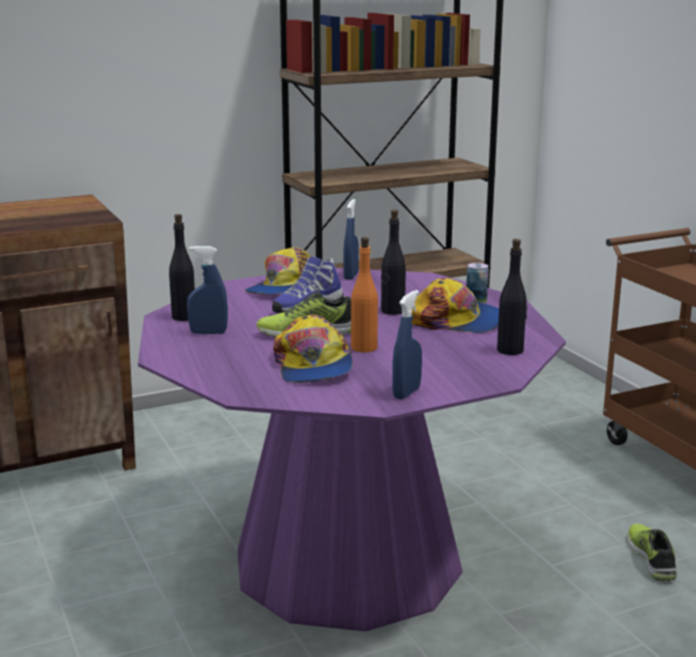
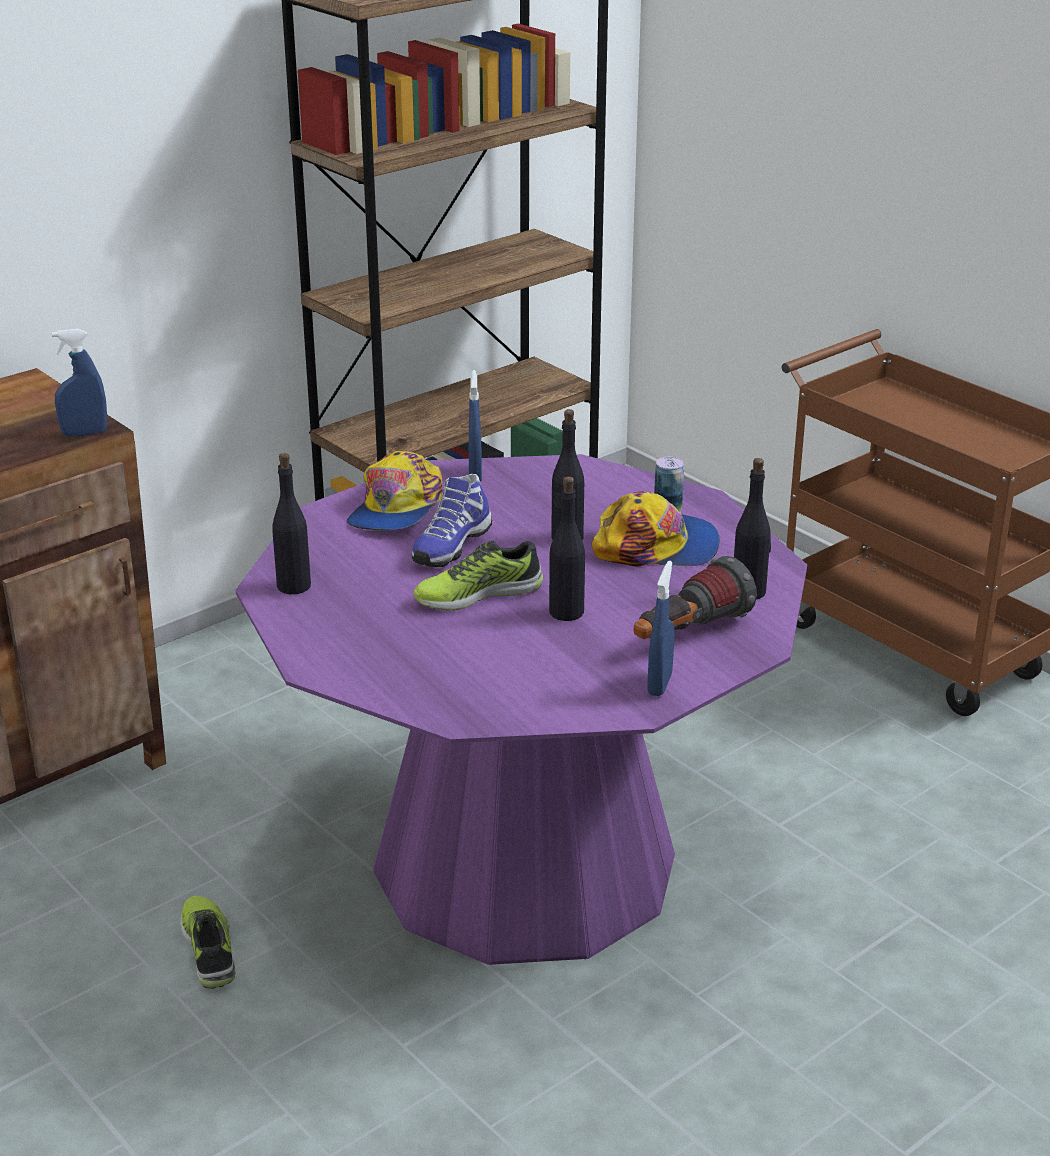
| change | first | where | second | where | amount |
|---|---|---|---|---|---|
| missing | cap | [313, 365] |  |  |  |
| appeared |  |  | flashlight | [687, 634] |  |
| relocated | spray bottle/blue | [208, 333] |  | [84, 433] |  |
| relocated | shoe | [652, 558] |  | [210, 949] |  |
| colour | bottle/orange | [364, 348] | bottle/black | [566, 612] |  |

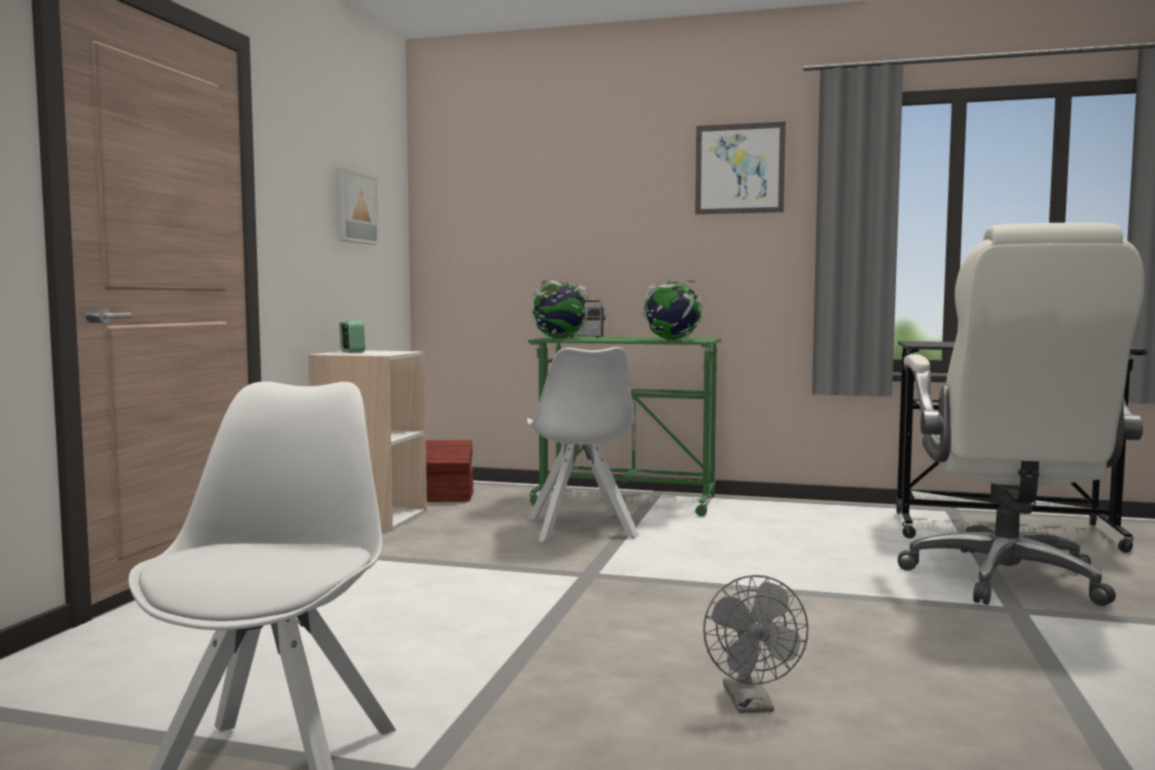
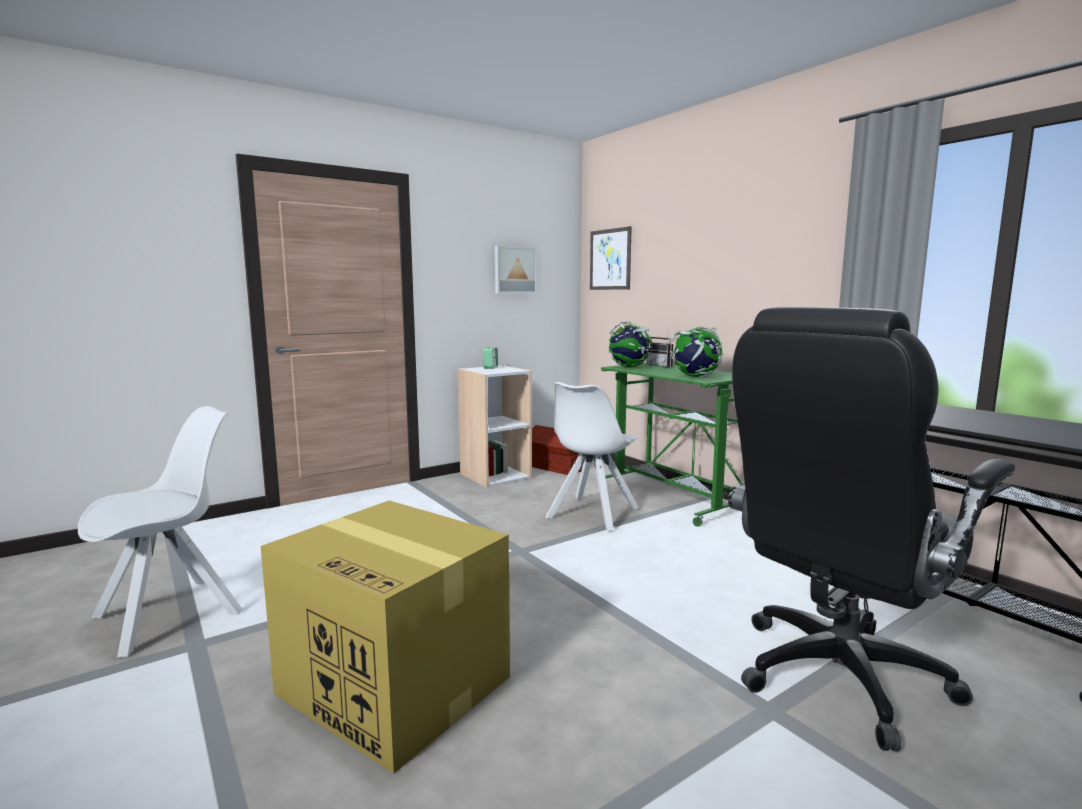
| change | first | where | second | where | amount |
|---|---|---|---|---|---|
| relocated | picture | [739, 169] |  | [610, 259] |  |
| exchanged | fan/grey | [751, 704] | cardboard box | [397, 685] |  |
| colour | office chair/white | [1005, 579] | office chair/black | [837, 677] |  |

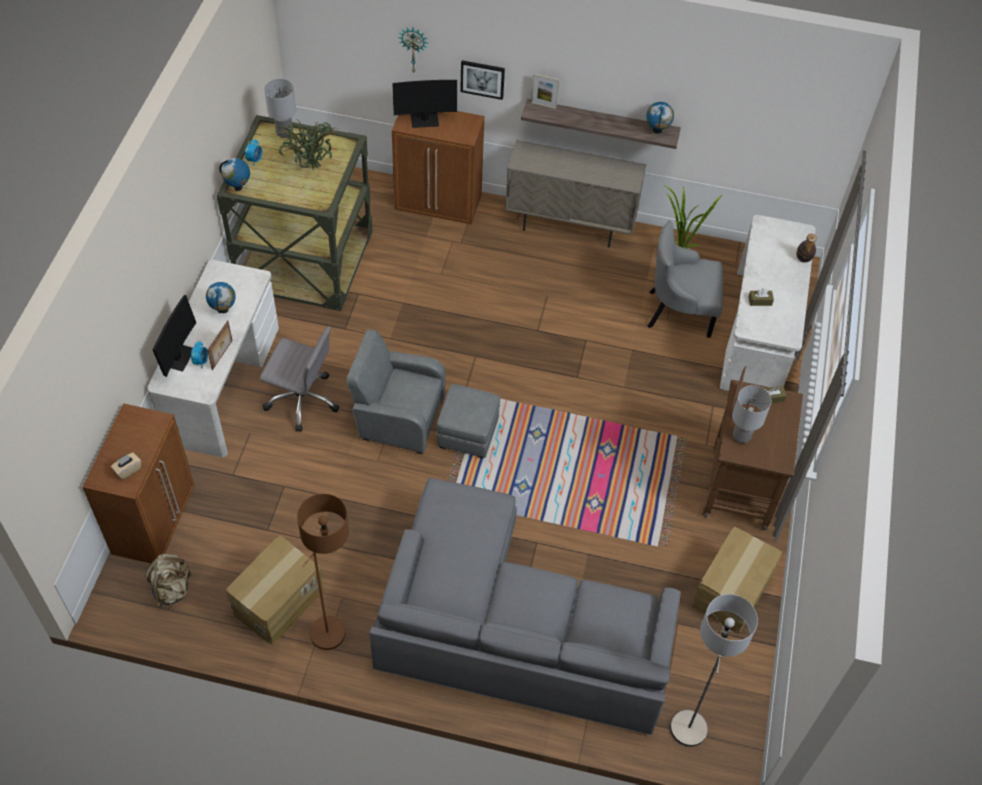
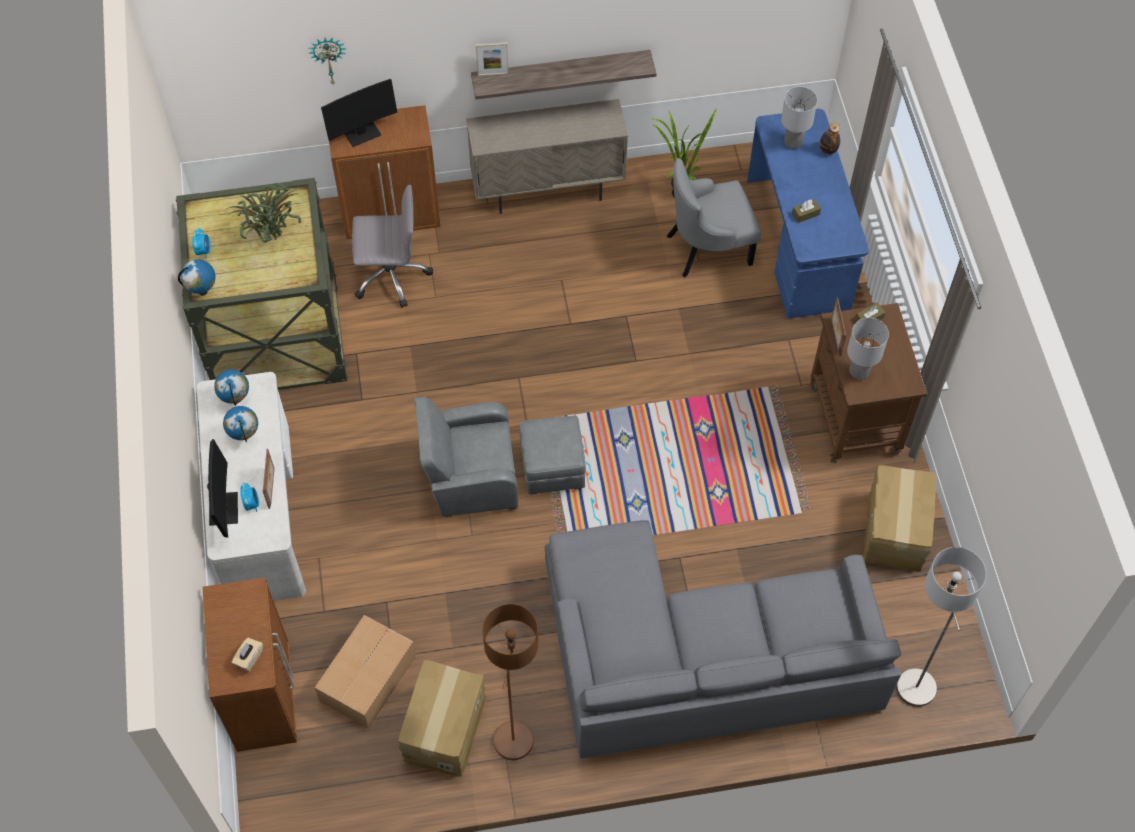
| change | first | where | second | where | amount |
|---|---|---|---|---|---|
| missing | backpack/beige | [172, 589] |  |  |  |
| missing | picture | [482, 79] |  |  |  |
| appeared |  |  | cardboard box | [366, 679] |  |
| relocated | office chair/grey | [302, 400] |  | [391, 275] |  |
| relocated | table lamp/grey | [284, 133] |  | [792, 143] |  |
| relocated | globe | [657, 131] |  | [236, 399] |  |
| colour | desk/white | [758, 334] | desk/blue | [799, 242] |  |

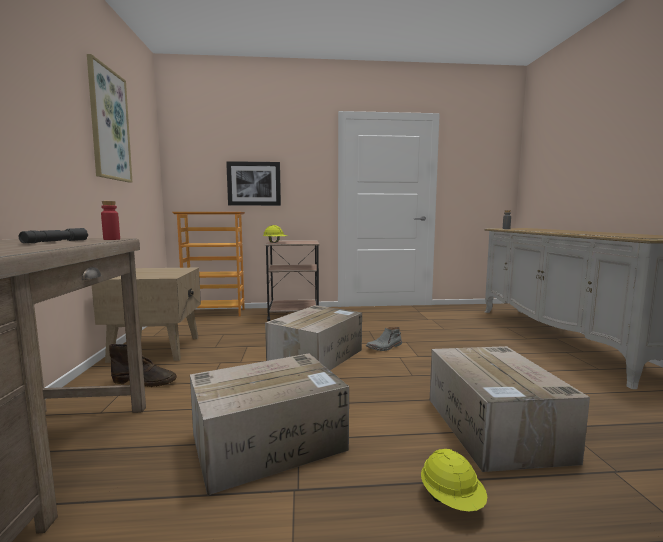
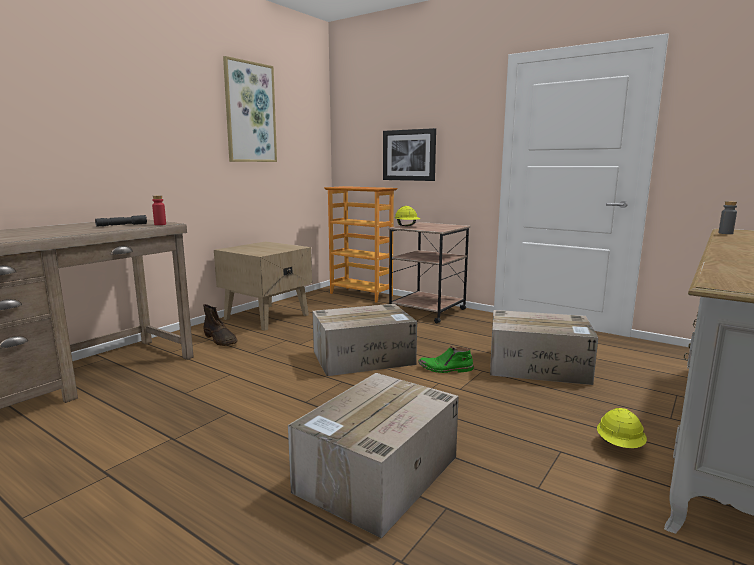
| change | first | where | second | where | amount |
|---|---|---|---|---|---|
| relocated | cardboard box | [270, 441] |  | [539, 366] |  |
| relocated | hard hat/yellow | [452, 500] |  | [620, 446] |  |
| colour | boot/grey | [384, 347] | boot/green | [445, 369] |  |

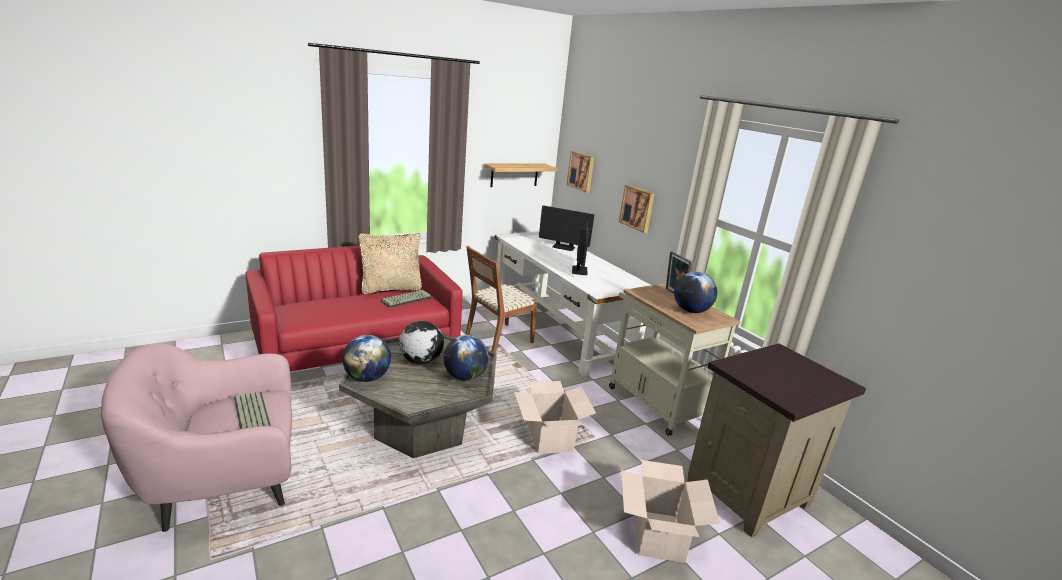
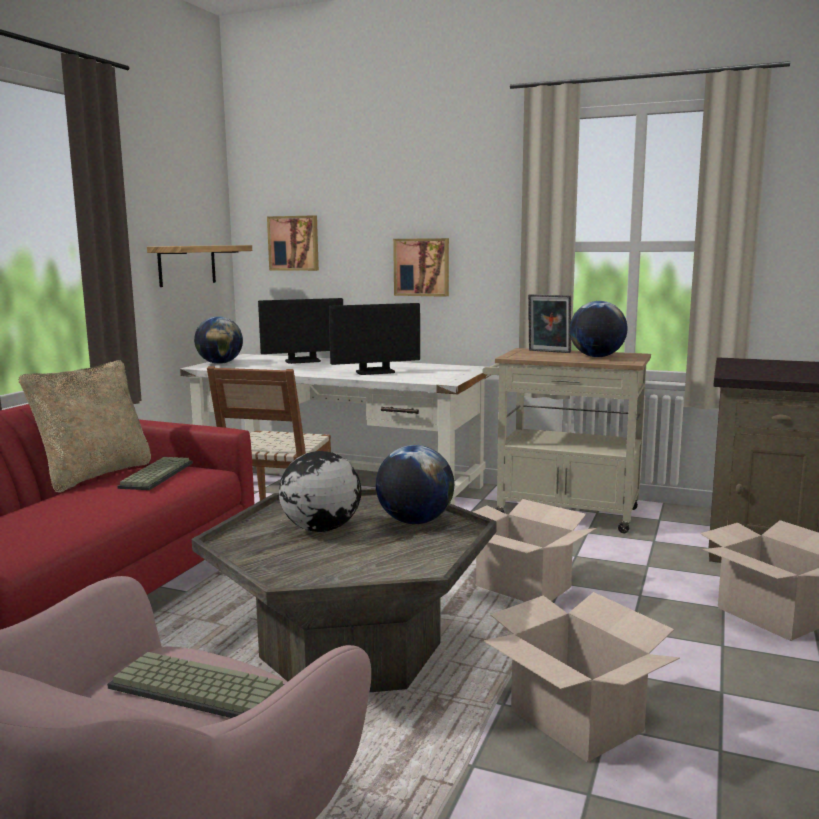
| change | first | where | second | where | amount |
|---|---|---|---|---|---|
| appeared |  |  | cardboard box | [577, 720] |  |
| relocated | globe | [367, 378] |  | [220, 363] |  |
| spun | monitor | [579, 270] |  | [375, 372] | 105 degrees clockwise |

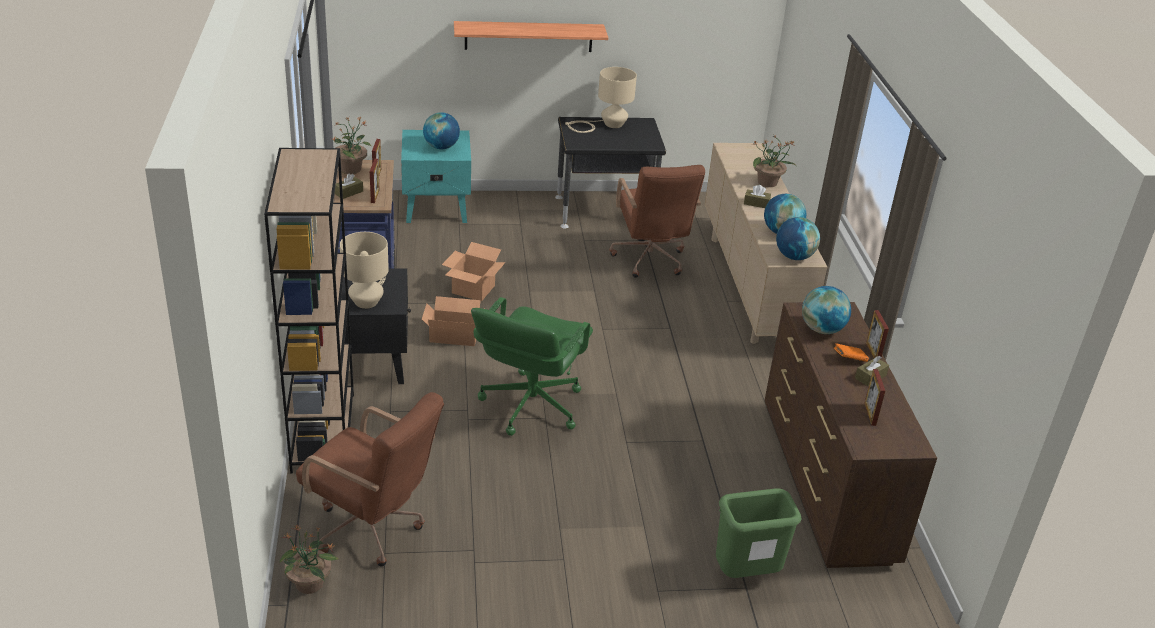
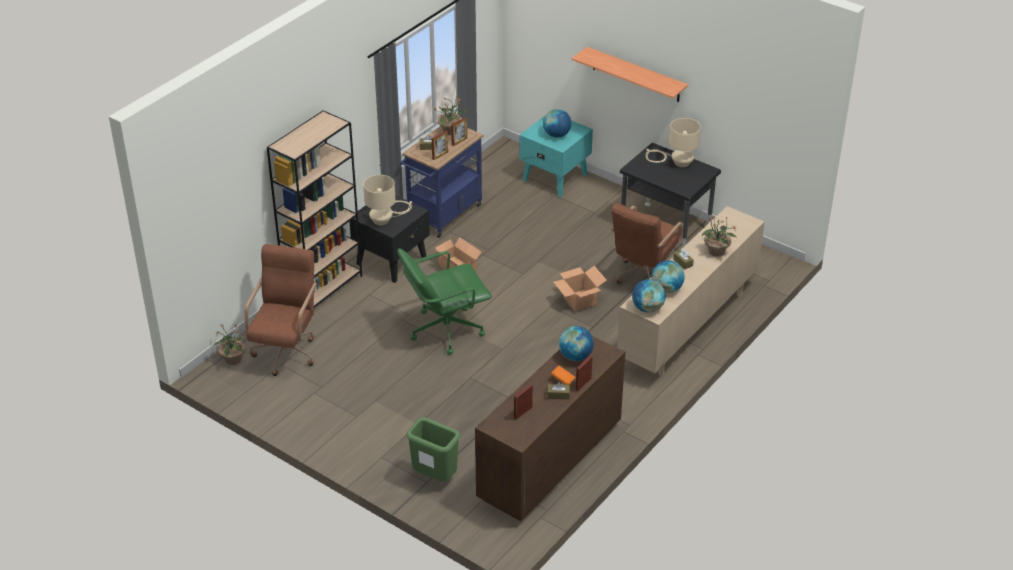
| change | first | where | second | where | amount |
|---|---|---|---|---|---|
| relocated | cardboard box | [474, 289] |  | [580, 300] |  |
| spun | office chair/brown | [372, 532] |  | [286, 352] | 150 degrees counterclockwise |

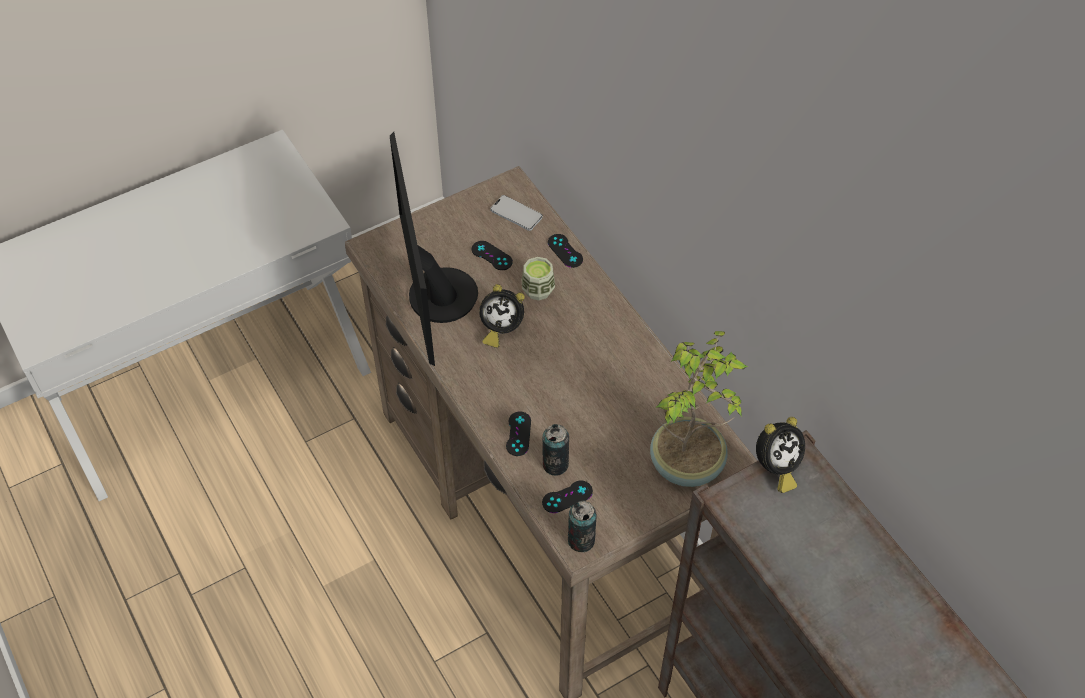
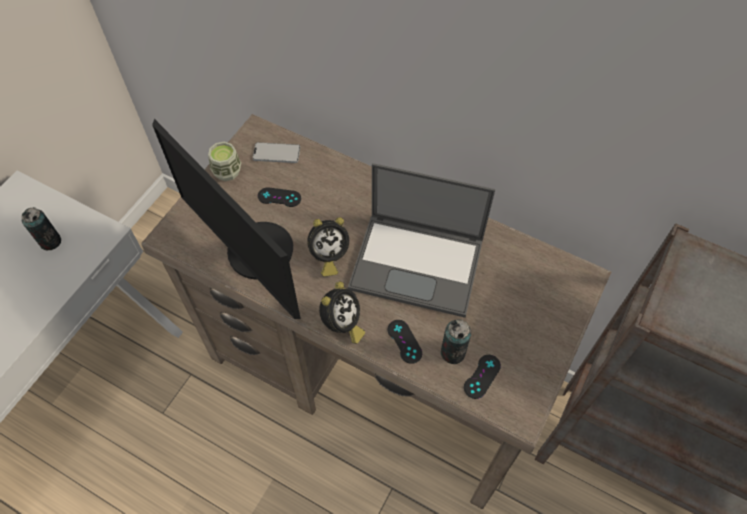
| change | first | where | second | where | amount |
|---|---|---|---|---|---|
| missing | game controller/black | [565, 251] |  |  |  |
| missing | potted plant | [688, 464] |  |  |  |
| appeared |  |  | laptop | [418, 263] |  |
| relocated | cup | [538, 290] |  | [227, 171] |  |
| relocated | can | [581, 540] |  | [50, 241] |  |
| relocated | alarm clock | [775, 468] |  | [342, 325] |  |

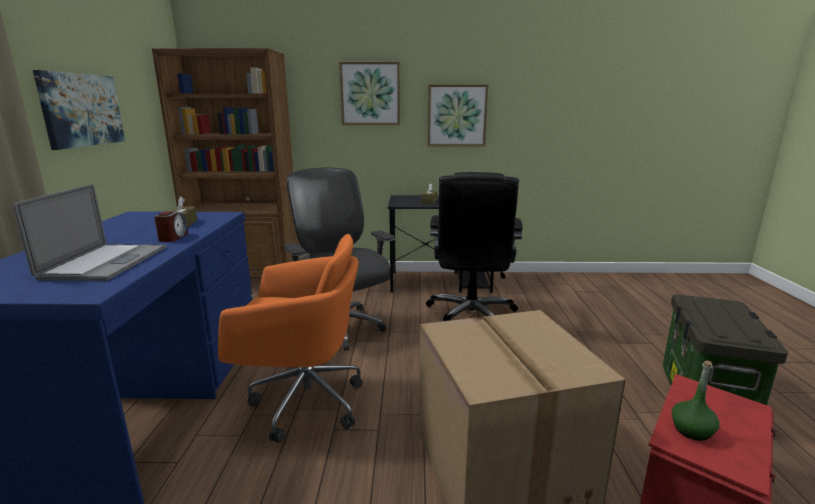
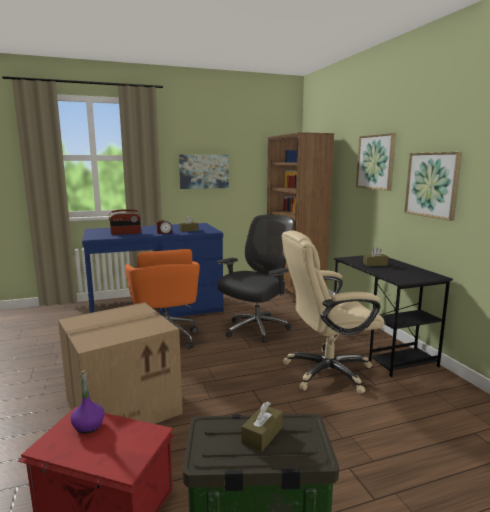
| change | first | where | second | where | amount |
|---|---|---|---|---|---|
| appeared |  |  | tissue box/brown | [262, 435] |  |
| exchanged | laptop | [105, 262] | radio | [126, 233] |  |
| colour | office chair/black | [471, 314] | office chair/beige | [328, 372] |  |
| colour | bottle/green | [692, 430] | bottle/purple | [88, 426] |  |

